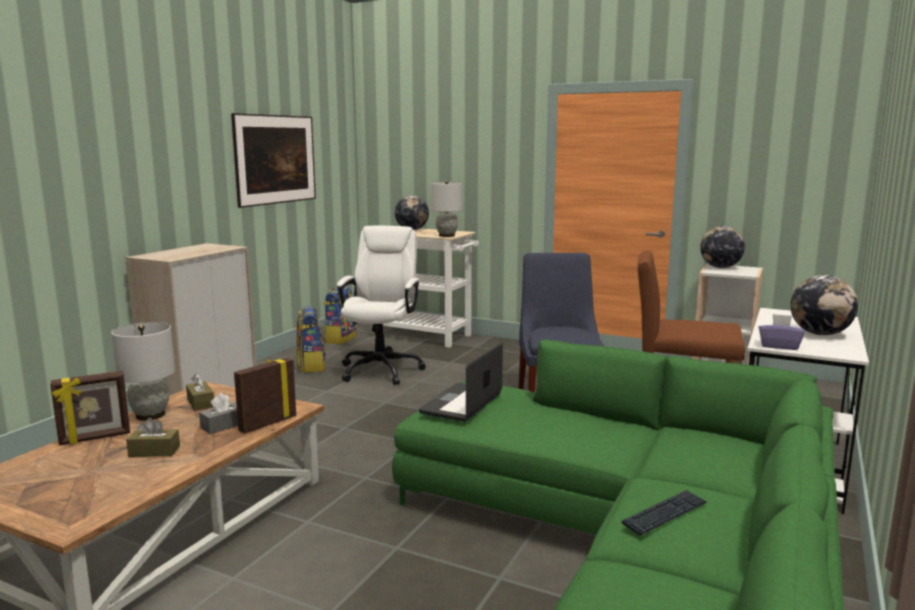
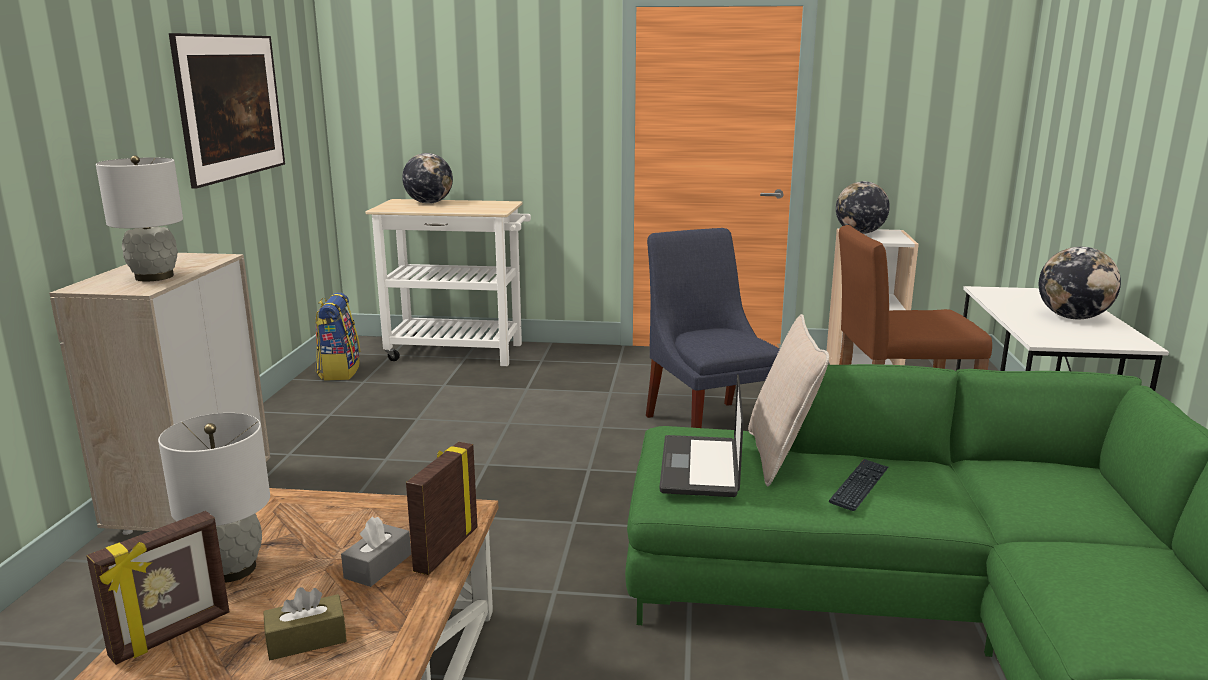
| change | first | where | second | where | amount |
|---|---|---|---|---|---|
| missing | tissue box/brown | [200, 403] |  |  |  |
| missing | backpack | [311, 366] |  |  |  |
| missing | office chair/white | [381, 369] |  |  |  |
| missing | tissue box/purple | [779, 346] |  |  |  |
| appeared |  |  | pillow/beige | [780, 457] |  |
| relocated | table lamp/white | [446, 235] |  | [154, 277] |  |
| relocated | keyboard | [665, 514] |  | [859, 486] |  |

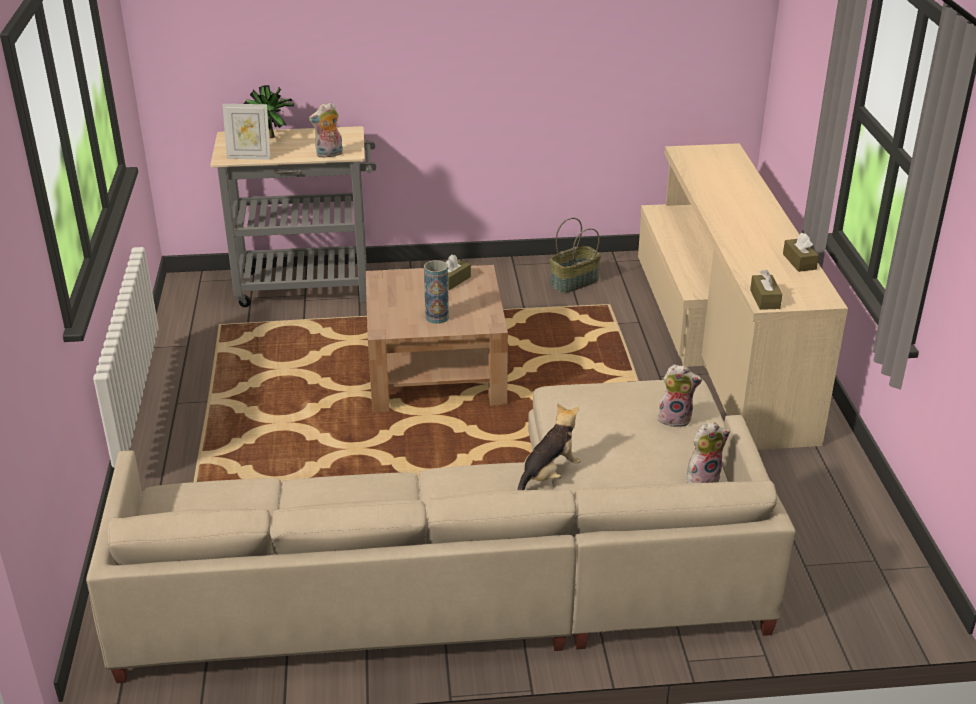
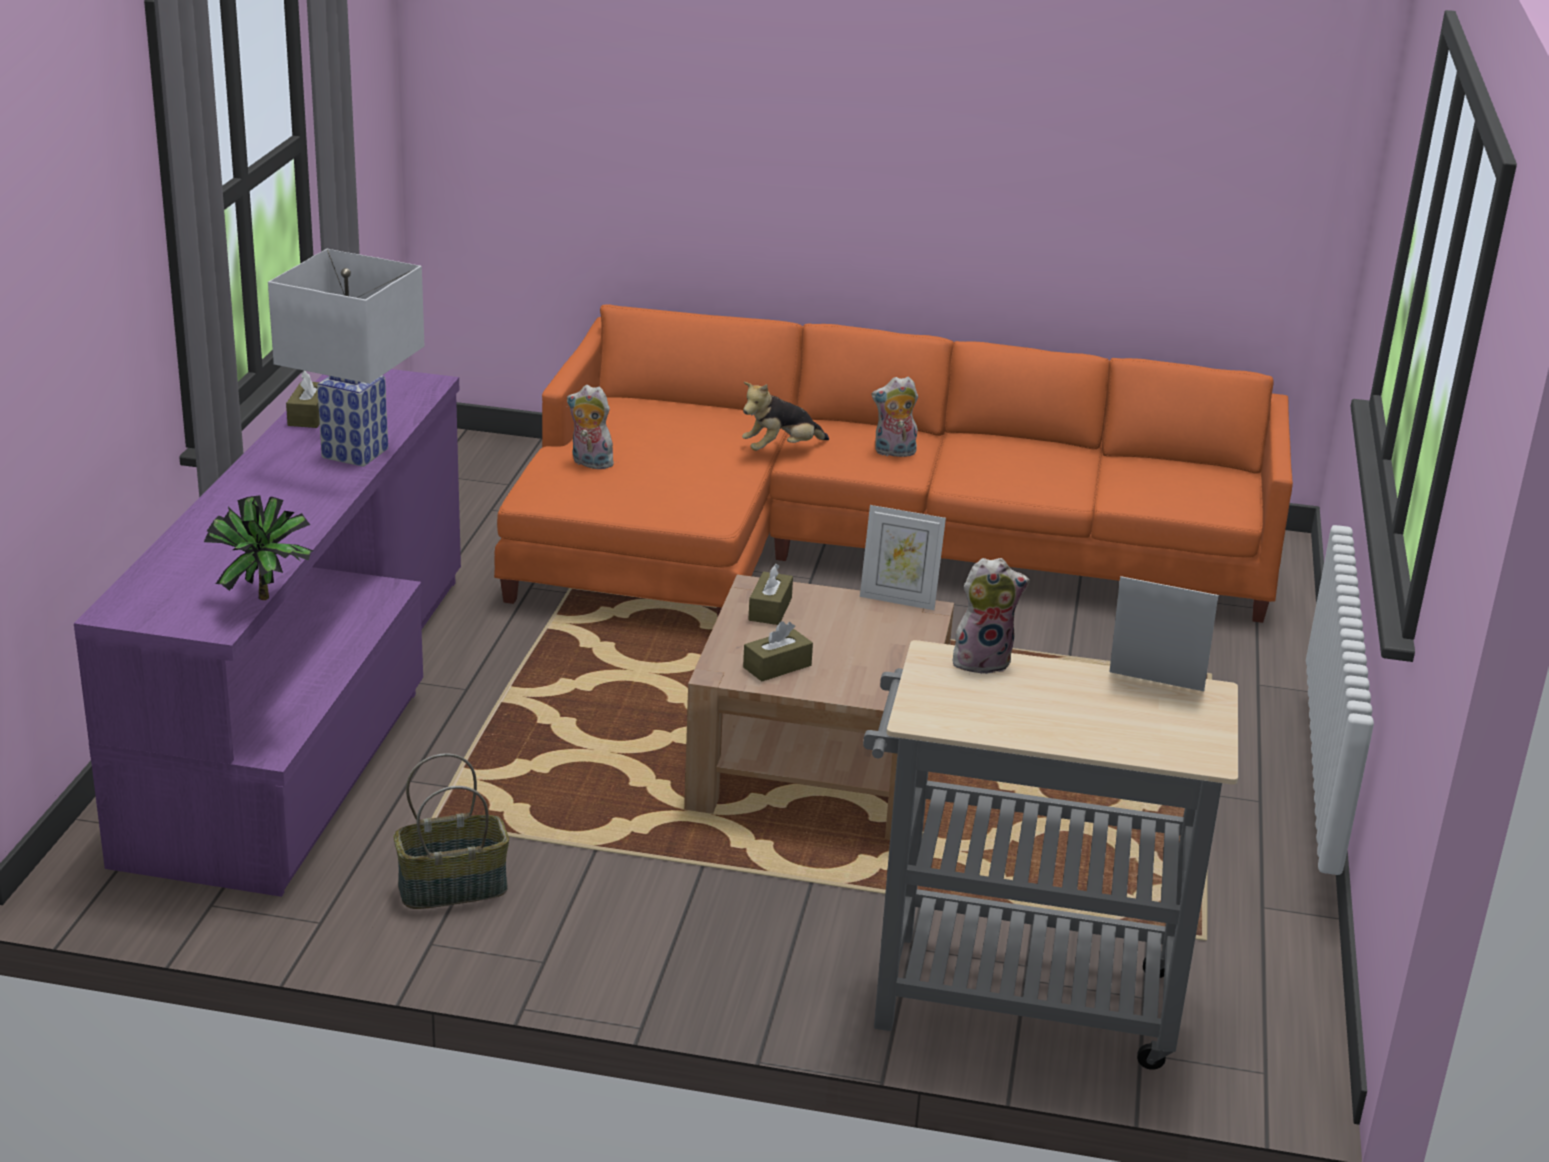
| change | first | where | second | where | amount |
|---|---|---|---|---|---|
| missing | vase | [437, 317] |  |  |  |
| appeared |  |  | table lamp/white | [357, 453] |  |
| appeared |  |  | picture frame | [898, 599] |  |
| relocated | potted plant | [270, 136] |  | [265, 601] |  |
| relocated | plush toy | [703, 478] |  | [894, 453] |  |
| relocated | tissue box/brown | [765, 299] |  | [770, 609] |  |
| colour | sofa/beige | [480, 569] | sofa/orange | [861, 542] |  |
| colour | tv stand/beige | [722, 342] | tv stand/purple | [310, 717] |  |

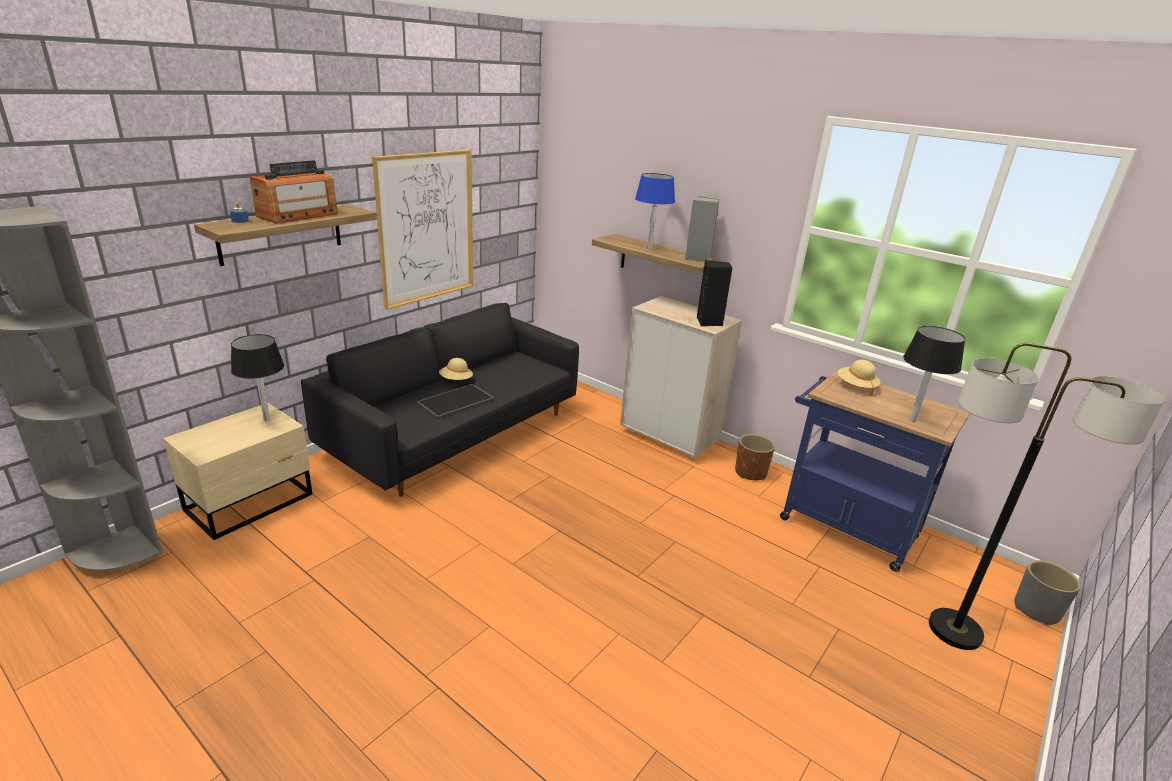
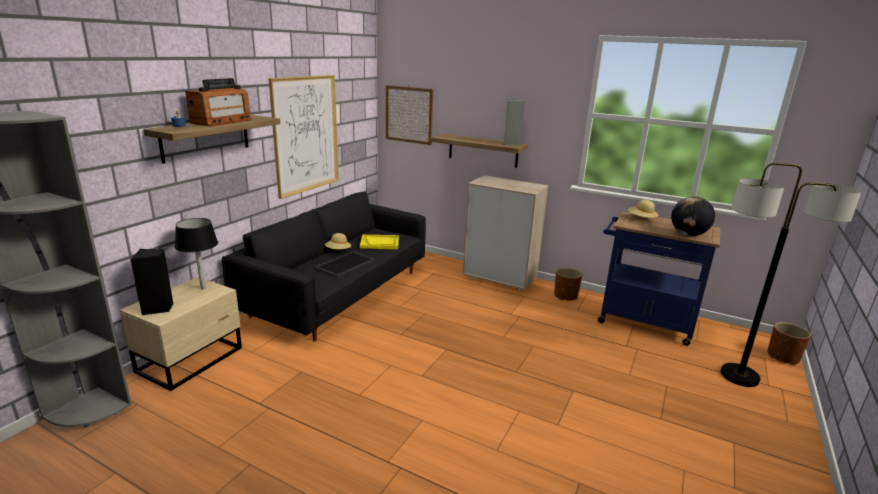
| change | first | where | second | where | amount |
|---|---|---|---|---|---|
| missing | table lamp/blue | [649, 249] |  |  |  |
| appeared |  |  | tray/yellow | [380, 243] |  |
| appeared |  |  | picture | [409, 113] |  |
| relocated | speaker/black | [709, 322] |  | [158, 308] |  |
| exchanged | table lamp/black | [912, 420] | globe | [688, 234] |  |
| colour | planter/grey | [1036, 610] | planter/brown | [783, 357] |  |

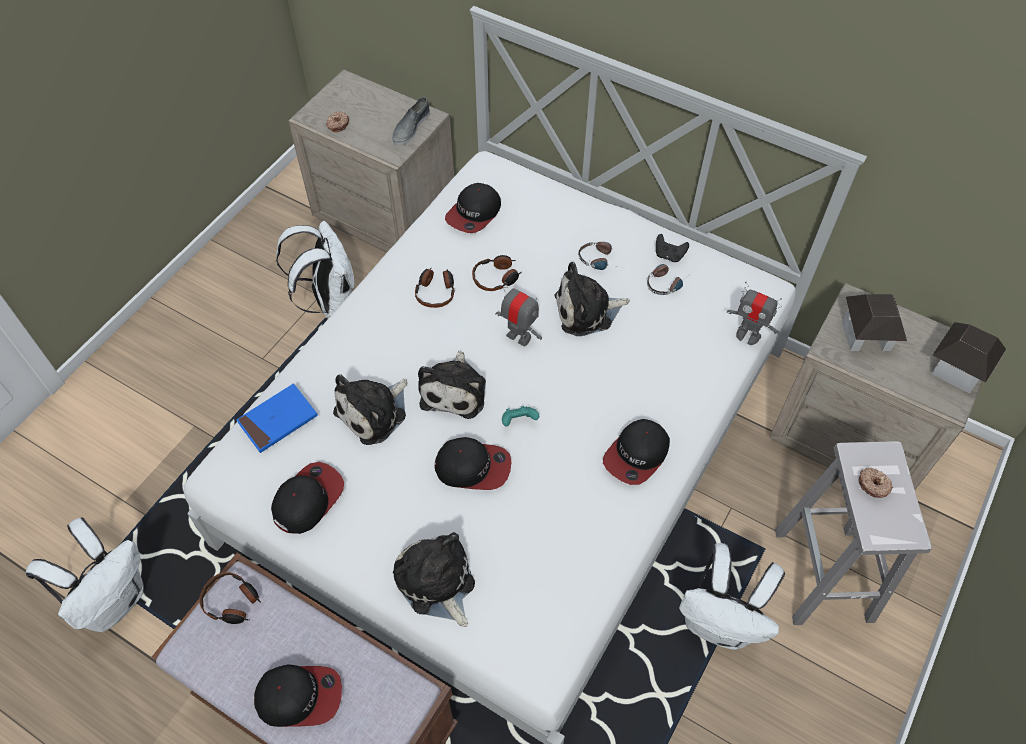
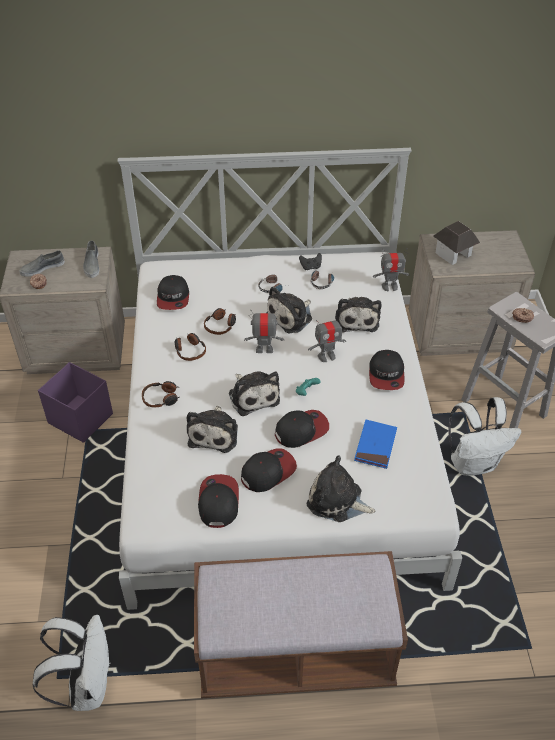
| change | first | where | second | where | amount |
|---|---|---|---|---|---|
| missing | toy house | [957, 369] |  |  |  |
| appeared |  |  | shoe/grey | [42, 268] |  |
| appeared |  |  | toy robot | [326, 356] |  |
| appeared |  |  | plush toy | [356, 319] |  |
| relocated | headphones | [232, 602] |  | [161, 398] |  |
| relocated | book/blue | [278, 420] |  | [375, 445] |  |
| relocated | cap | [299, 696] |  | [268, 471] |  |
| exchanged | backpack/white | [329, 300] | storage box/purple | [80, 418] |  |

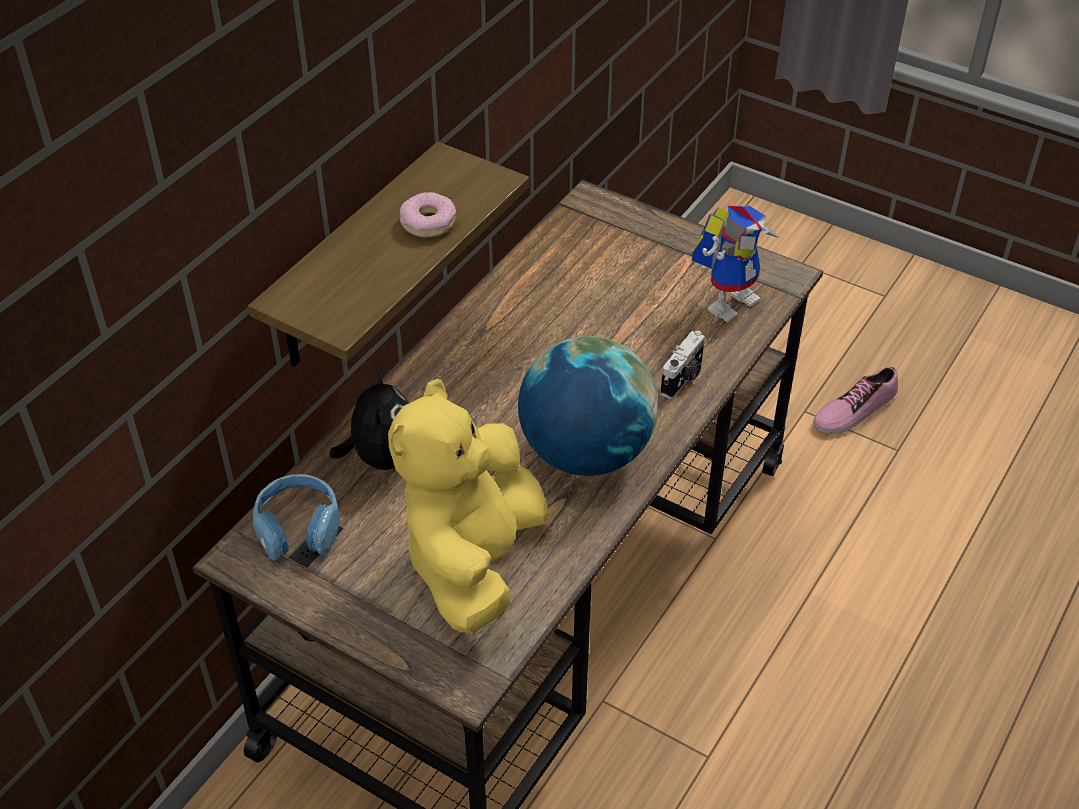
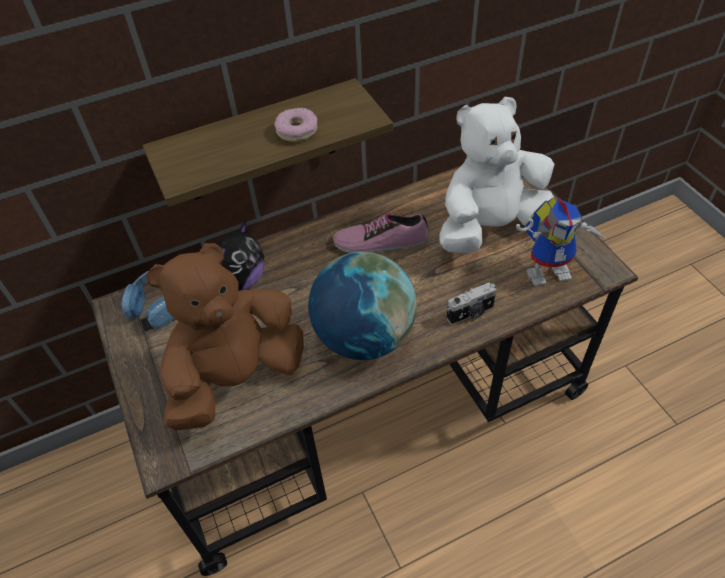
| change | first | where | second | where | amount |
|---|---|---|---|---|---|
| appeared |  |  | plush toy/white | [490, 227] |  |
| relocated | shoe | [854, 409] |  | [381, 241] |  |
| colour | plush toy/yellow | [473, 560] | plush toy/brown | [236, 377] |  |

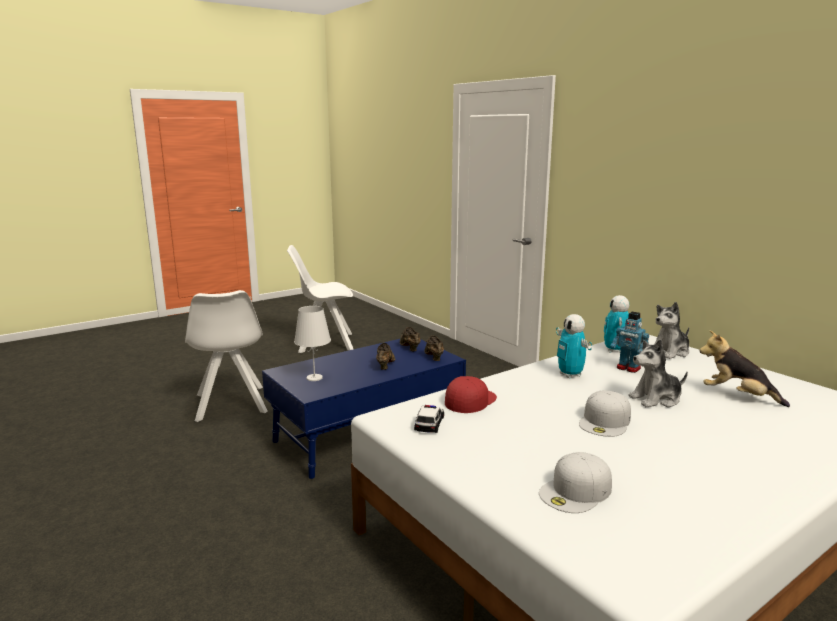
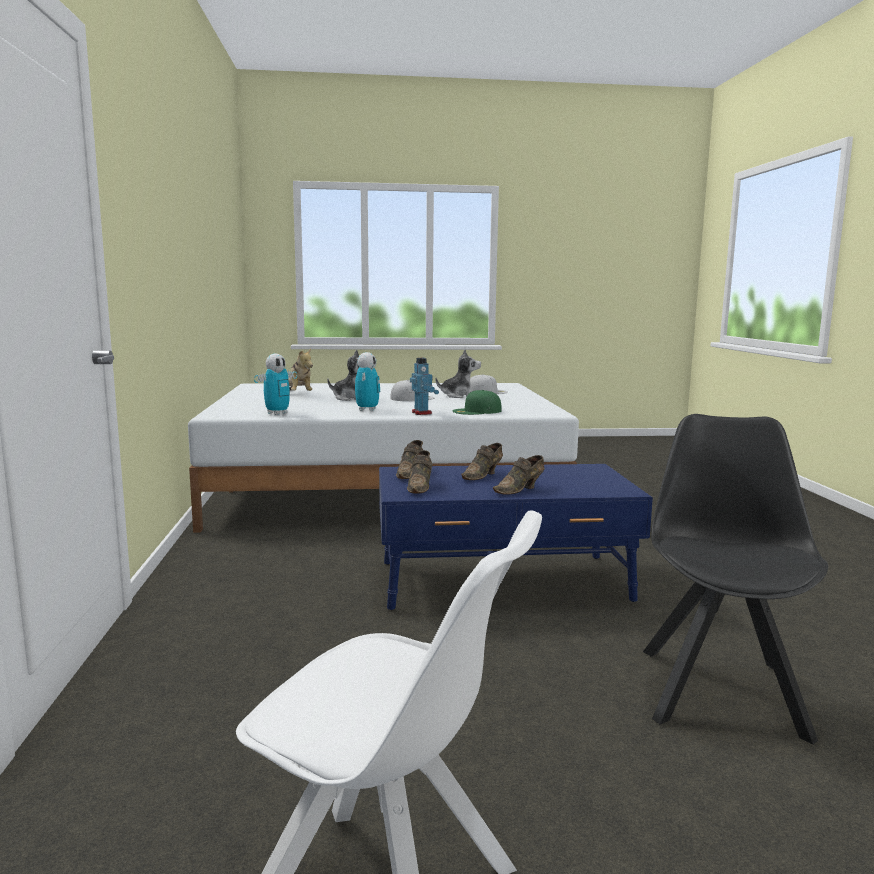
| change | first | where | second | where | amount |
|---|---|---|---|---|---|
| missing | table lamp/white | [314, 378] |  |  |  |
| missing | toy car | [429, 423] |  |  |  |
| appeared |  |  | shoe/brown | [520, 490] |  |
| relocated | toy robot | [628, 368] |  | [422, 413] |  |
| relocated | plush toy | [670, 352] |  | [459, 396] |  |
| colour | chair/white | [230, 405] | chair/black | [720, 689] |  |
| colour | cap/red | [470, 400] | cap/green | [477, 411] |  |

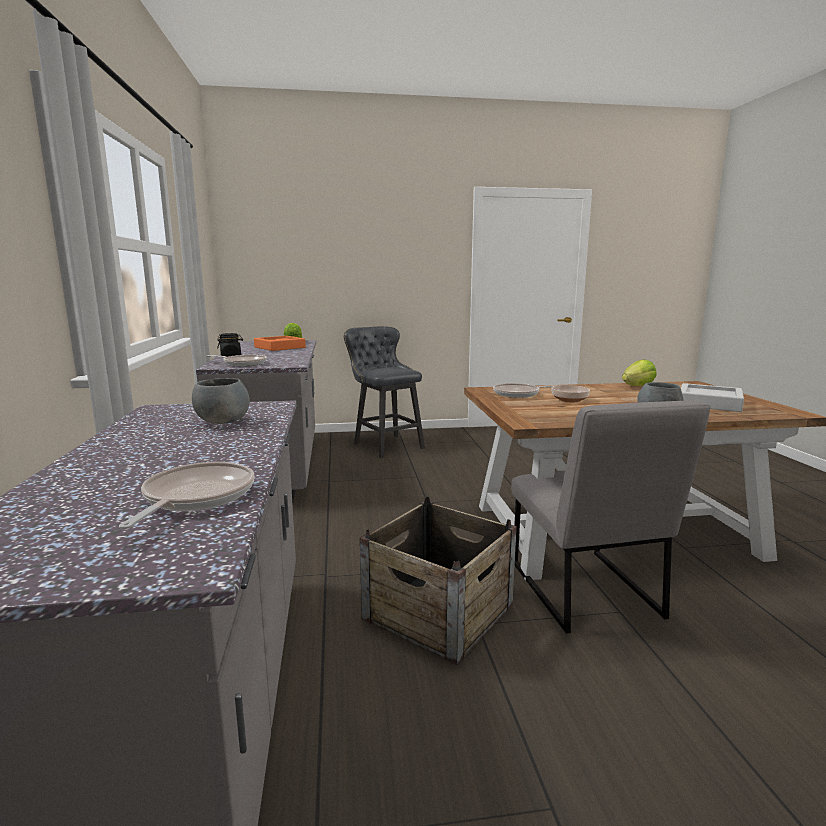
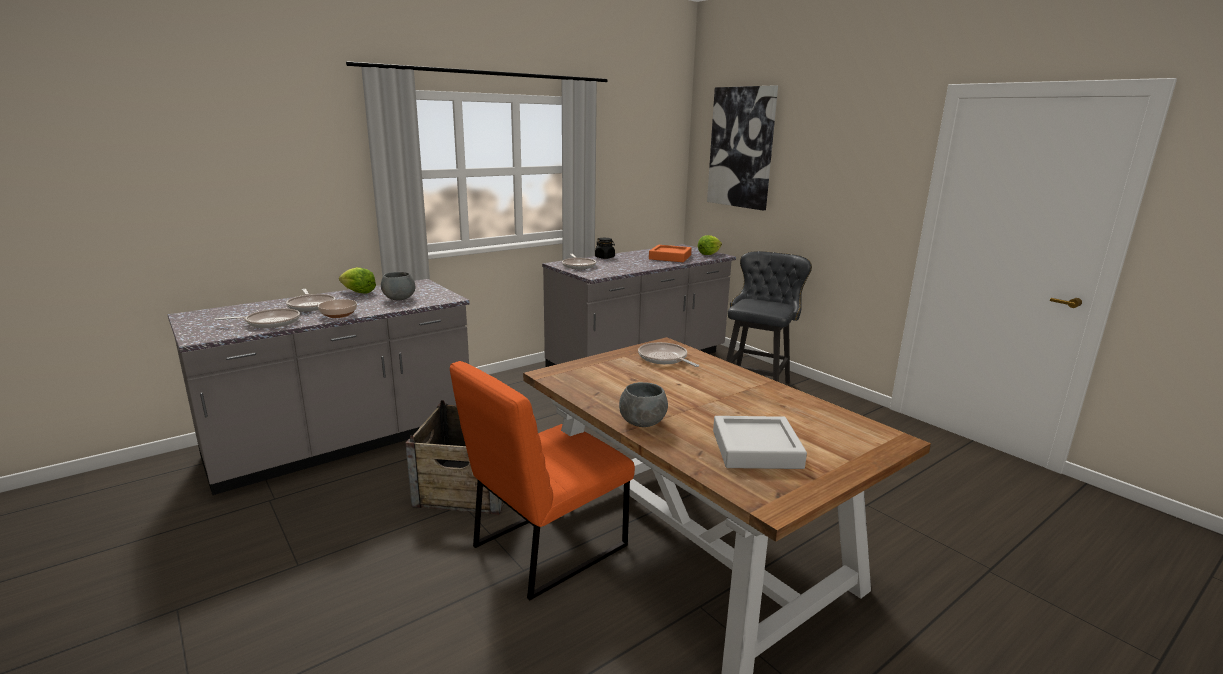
| change | first | where | second | where | amount |
|---|---|---|---|---|---|
| appeared |  |  | frying pan | [311, 305] |  |
| appeared |  |  | picture | [741, 147] |  |
| relocated | bowl | [570, 400] |  | [339, 315] |  |
| relocated | lettuce | [637, 386] |  | [358, 292] |  |
| colour | chair/grey | [585, 591] | chair/orange | [546, 547] |  |

